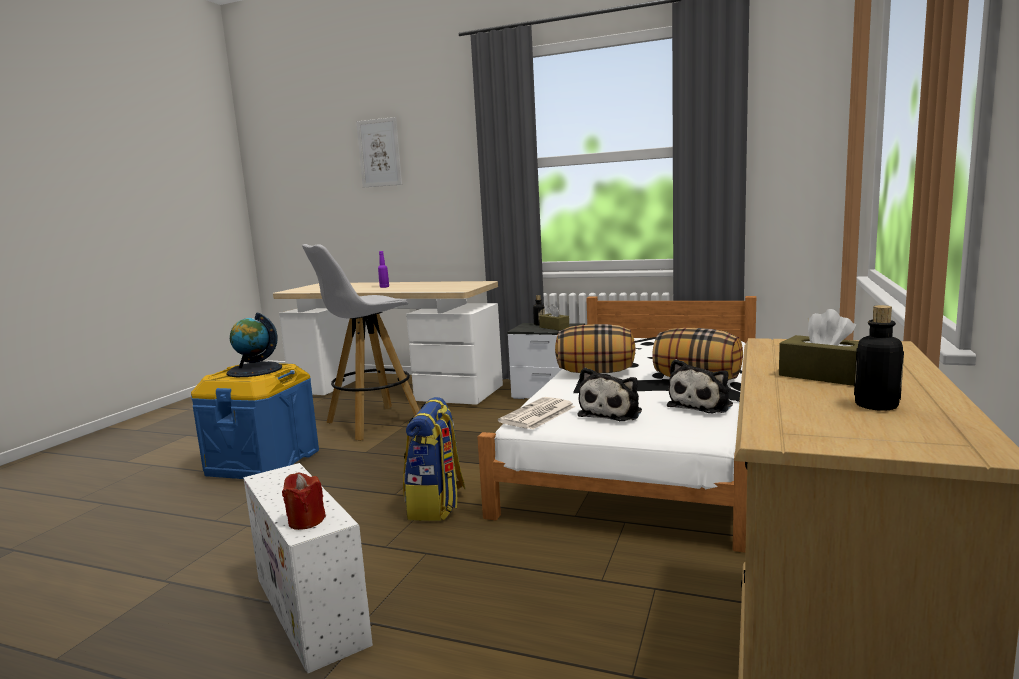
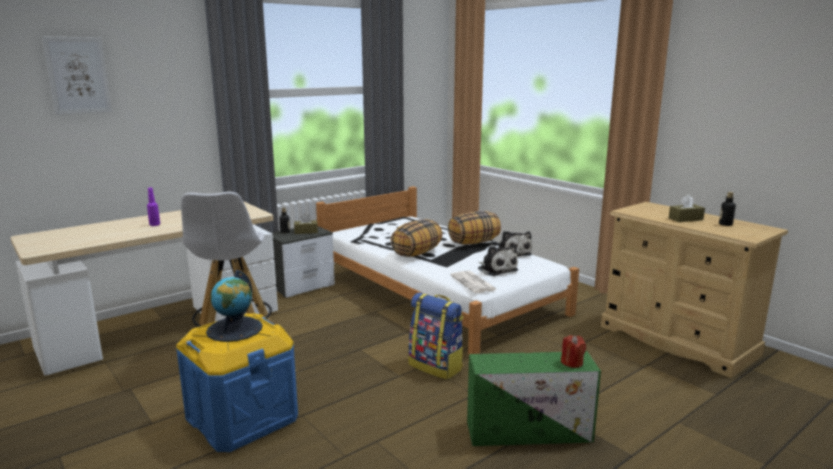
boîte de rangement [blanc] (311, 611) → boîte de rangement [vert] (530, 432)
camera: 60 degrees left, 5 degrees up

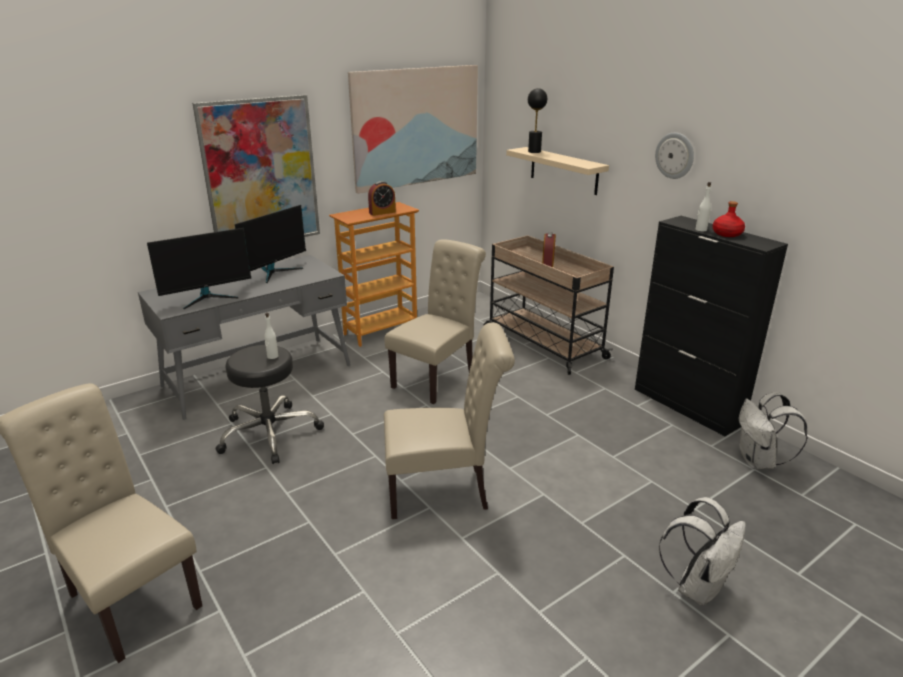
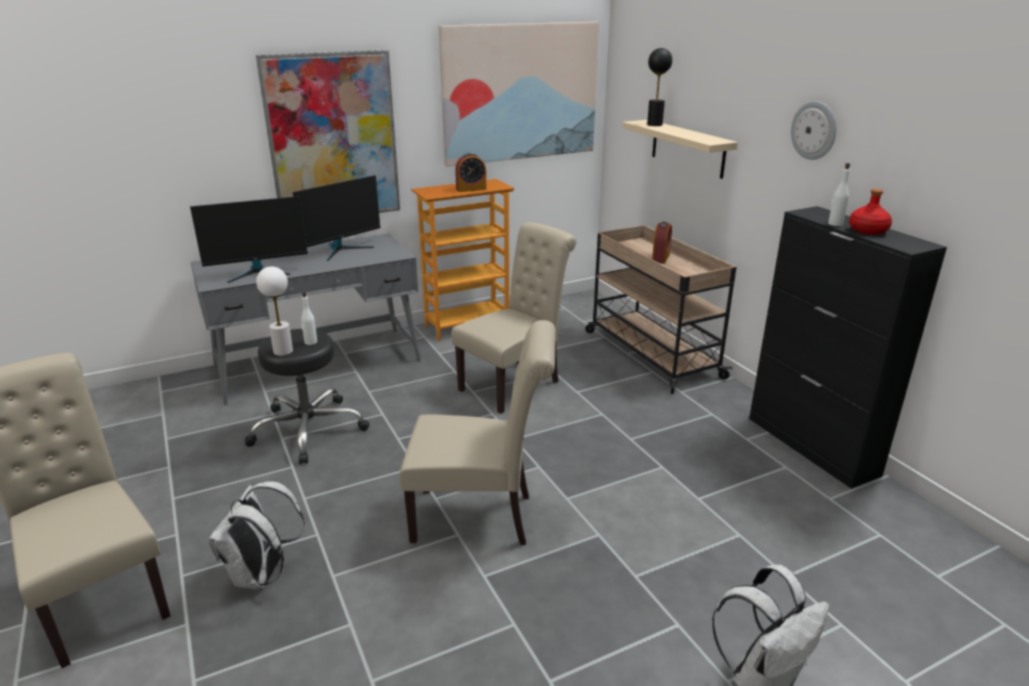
sac à dos [blanc] (759, 462) → sac à dos [blanc] (262, 575), moved
- → lampe de table [blanc] (283, 351)
camera: 10 degrees right, 0 degrees up

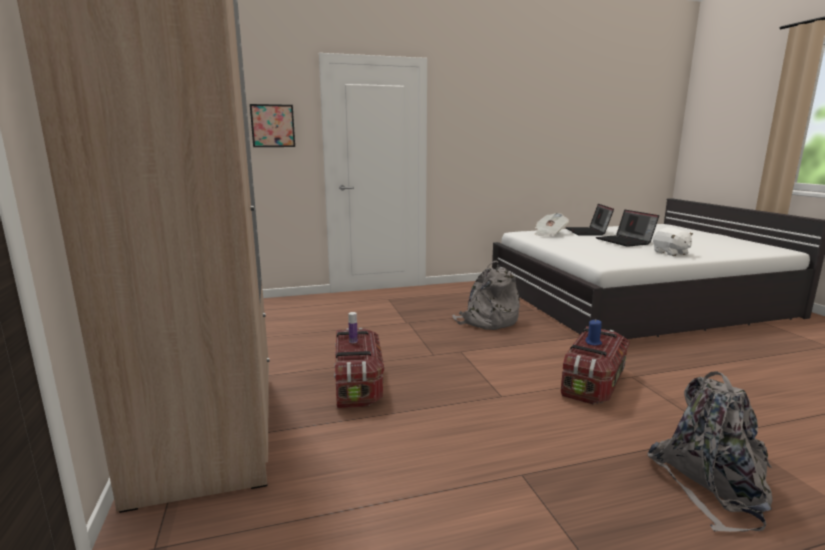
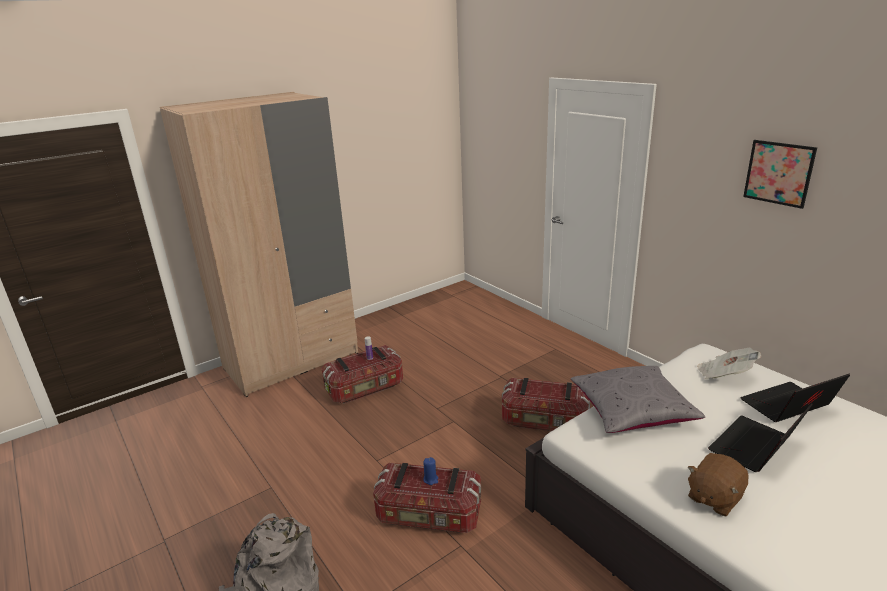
sac à dos [gris] (487, 321) → boîte de rangement (544, 421)
- → coussin [gris] (632, 411)
peluche [blanc] (670, 253) → peluche [marron] (714, 497)
tableau (272, 126) → tableau (778, 173), moved
camera: 70 degrees right, 10 degrees up

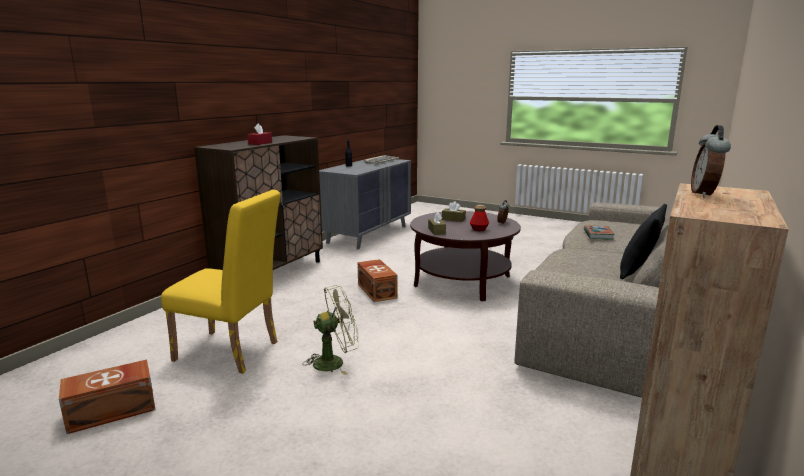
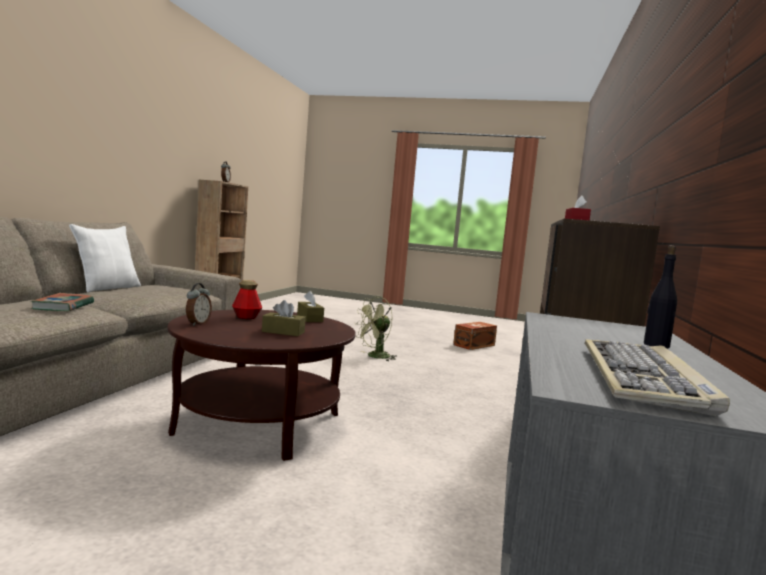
coussin [noir] (638, 271) → coussin [blanc] (107, 288)
chaise [jaune] (232, 352) → -
boîte de rangement [marron] (377, 290) → -
camera: 165 degrees right, 10 degrees down

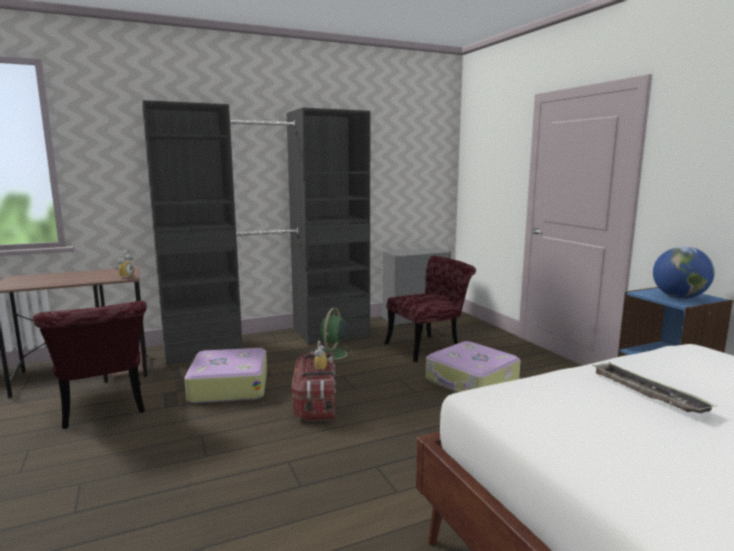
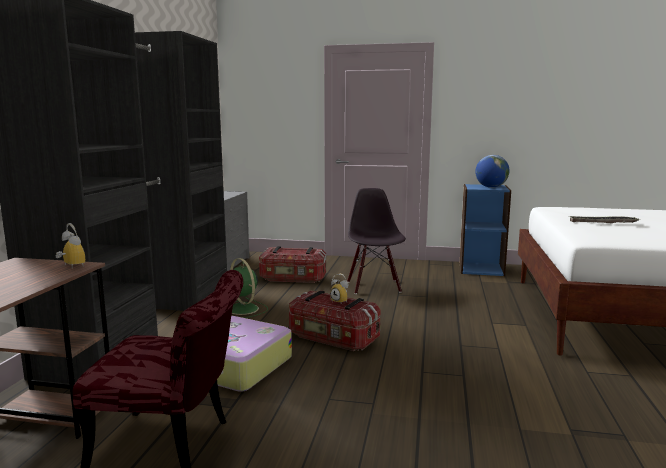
chaise [rouge] (429, 347) → boîte de rangement (293, 279)
valise (471, 381) → chaise [noir] (374, 287)
camera: 55 degrees left, 0 degrees up

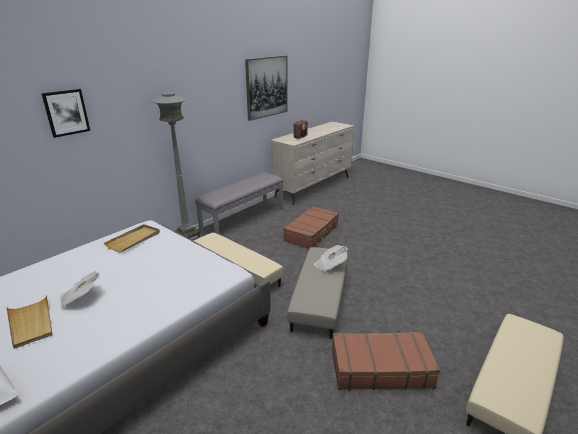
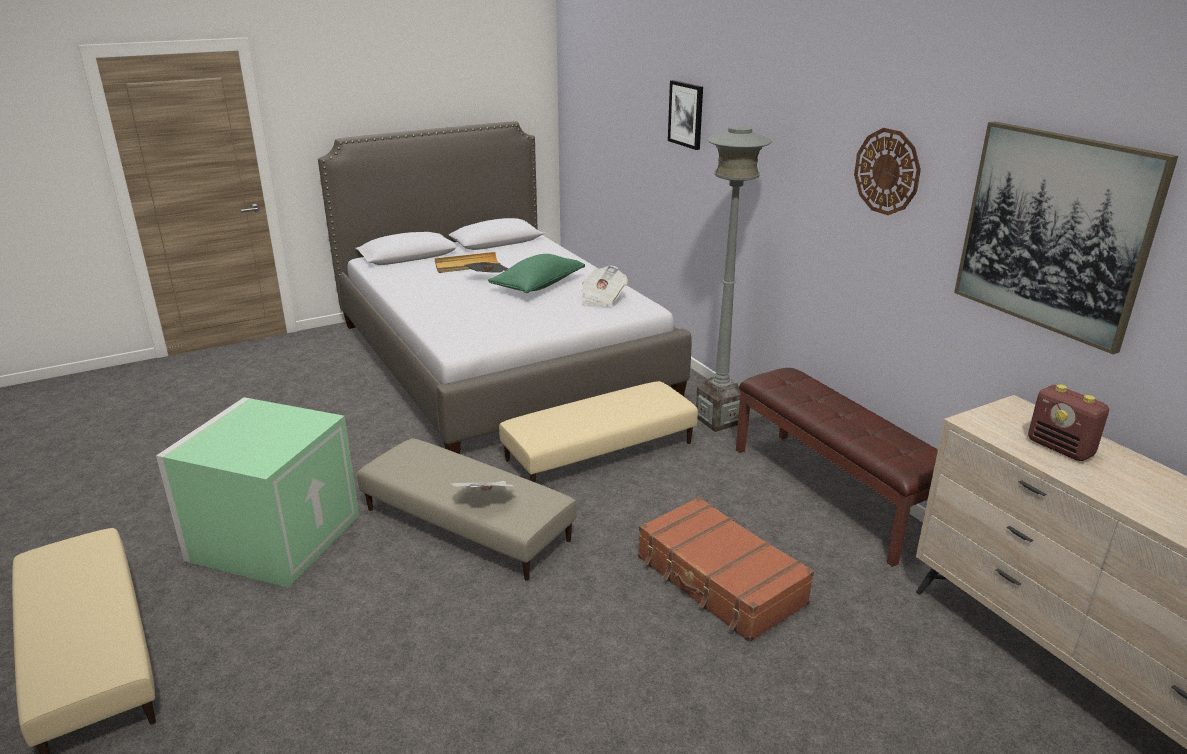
valise [marron] (380, 368) → boîte de rangement [vert] (274, 535)
- → coussin [vert] (538, 286)
plateau [beige] (134, 239) → journal (601, 299)
banc [gris] (243, 218) → banc [marron] (833, 493)
- → horloge murale (887, 171)
camera: 110 degrees right, 0 degrees up

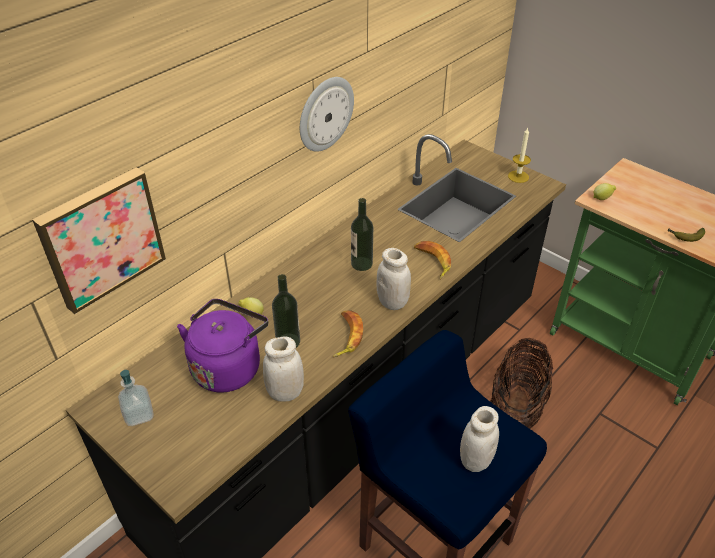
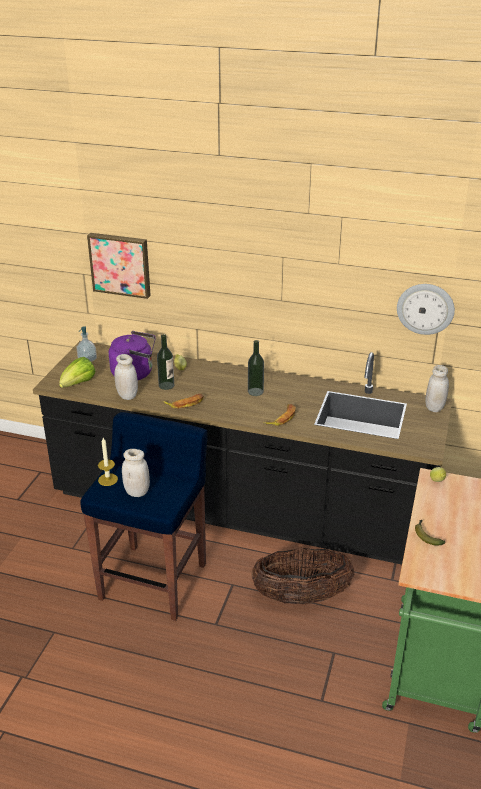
- → laitue (78, 384)
bougie (518, 176) → bougie (108, 479), moved
horloge murale (325, 113) → horloge murale (425, 308), moved
bocal [blanc] (392, 302) → bocal [blanc] (434, 407), moved
camera: 65 degrees right, 10 degrees down

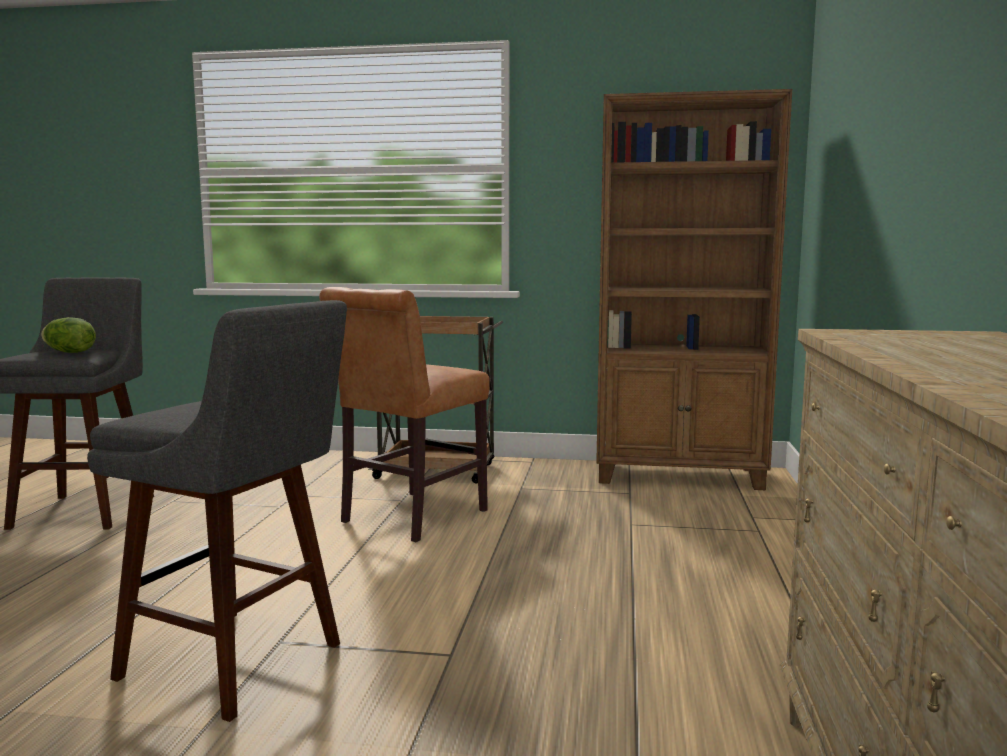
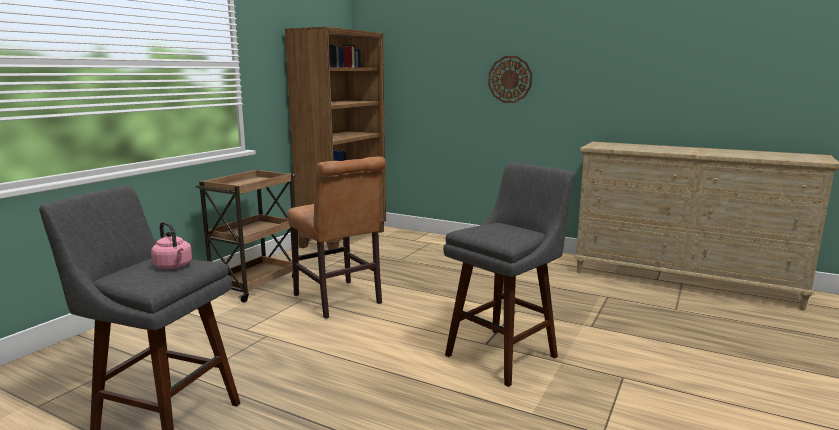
laitue (69, 352) → bouilloire [rose] (174, 266)
- → horloge murale (510, 79)
camera: 70 degrees left, 5 degrees up

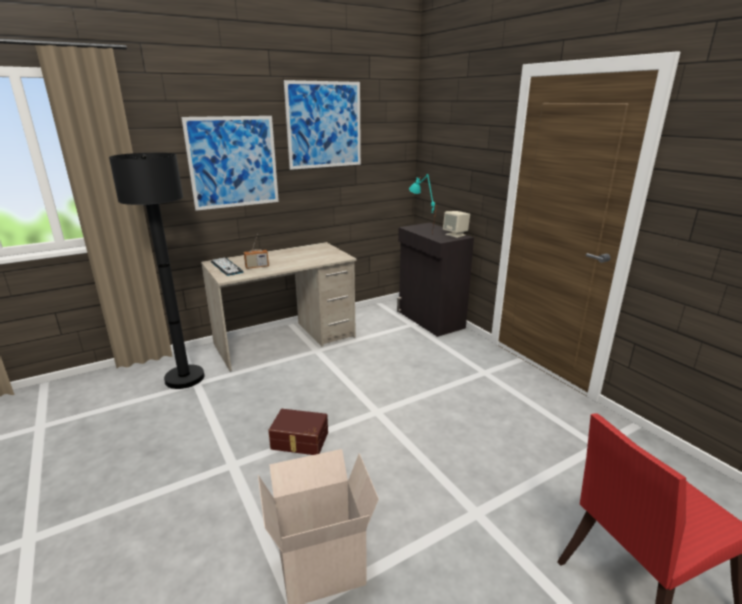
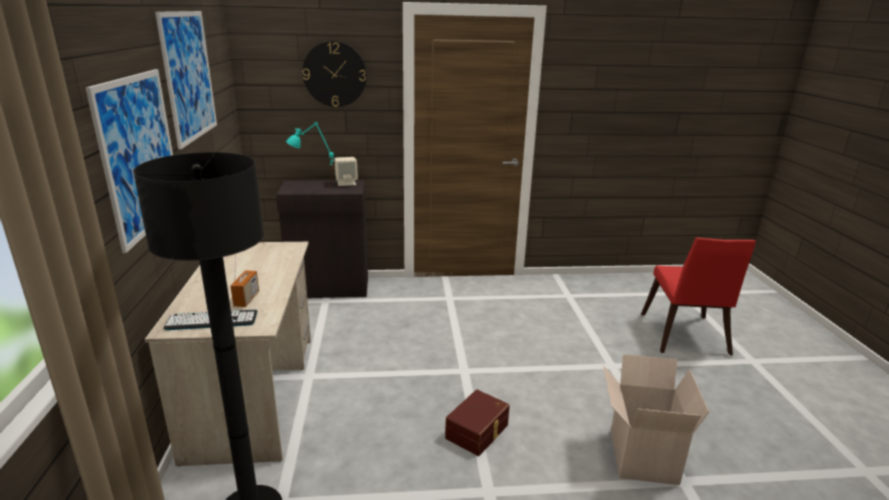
- → horloge murale (334, 74)
camera: 65 degrees left, 0 degrees up

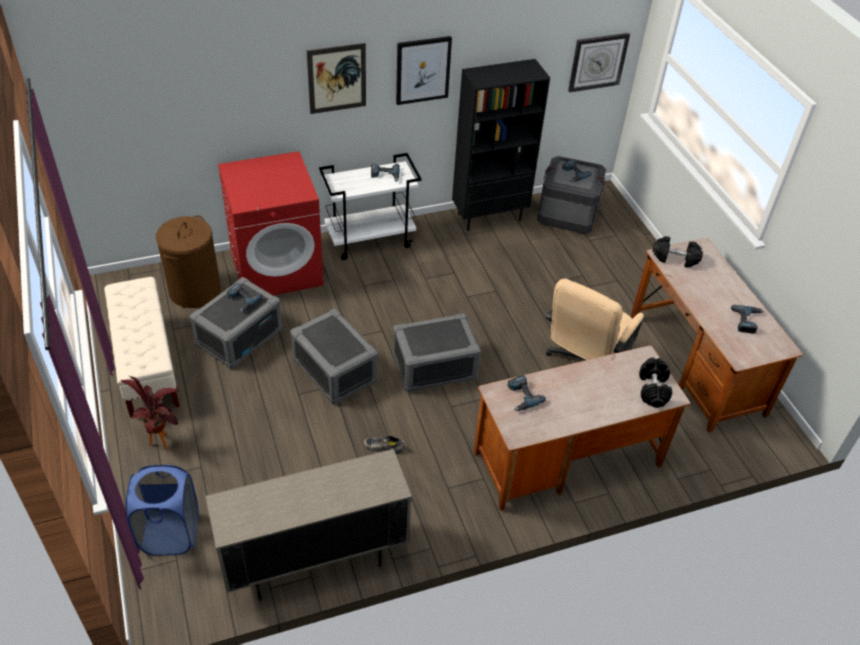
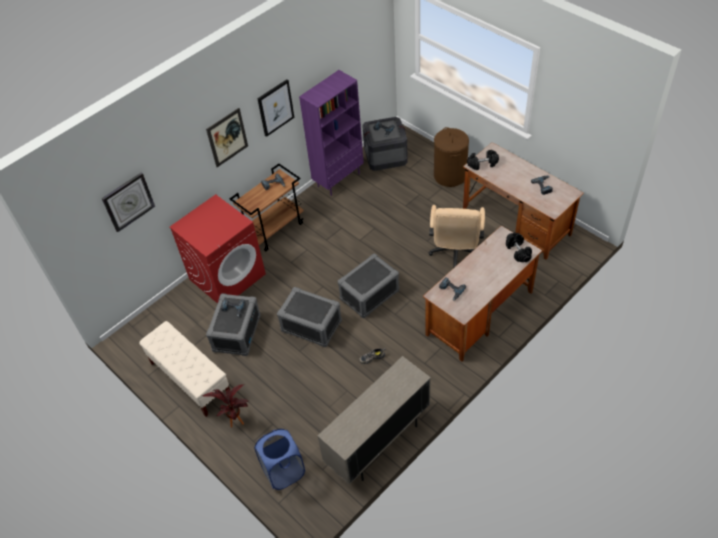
horloge murale (597, 62) → horloge murale (128, 201), moved
chariot [blanc] (370, 239) → chariot [marron] (274, 229)
bibliothèque [noir] (489, 216) → bibliothèque [violet] (338, 179)
panier à linge [marron] (194, 290) → panier à linge [marron] (449, 175), moved
camera: 20 degrees left, 5 degrees up

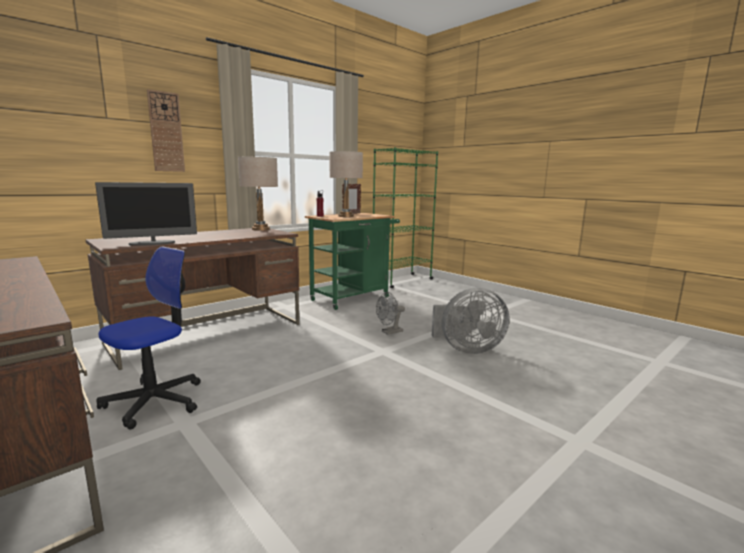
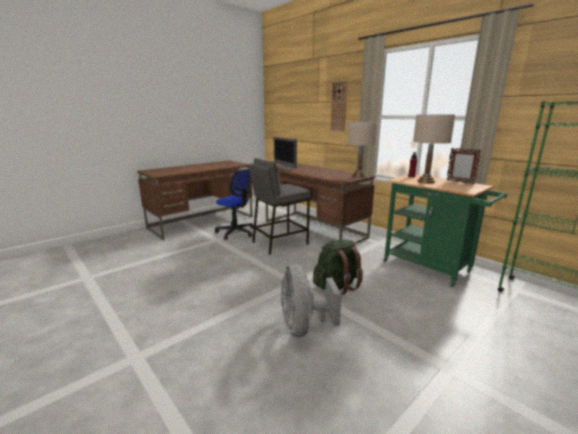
- → tabouret [gris] (279, 243)
ventilateur [gris] (389, 332) → sac à dos [vert] (337, 286)
camera: 90 degrees right, 5 degrees up

